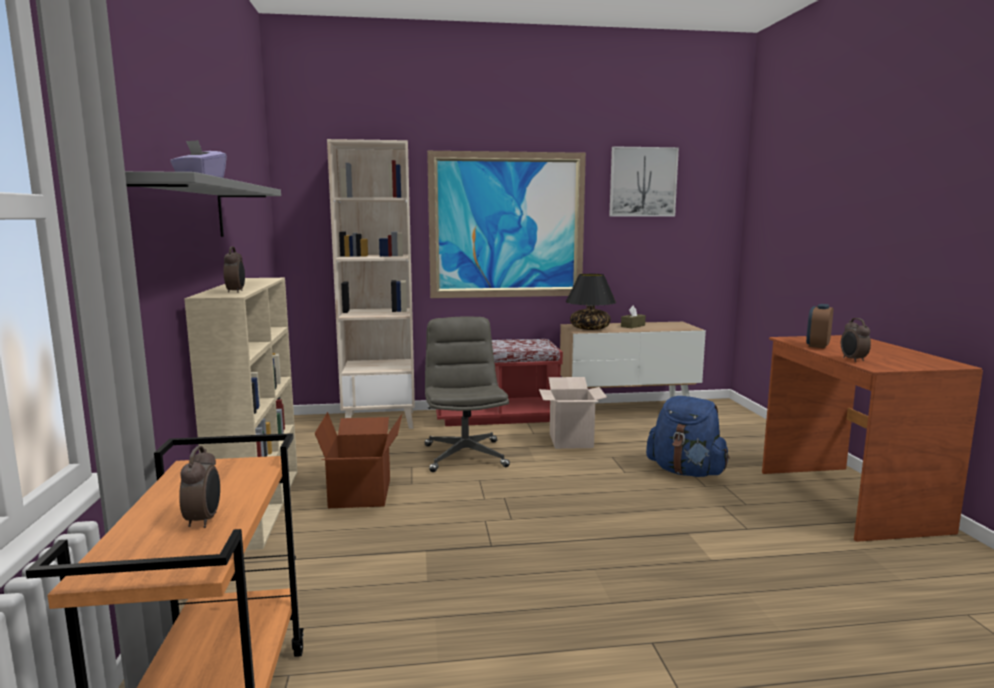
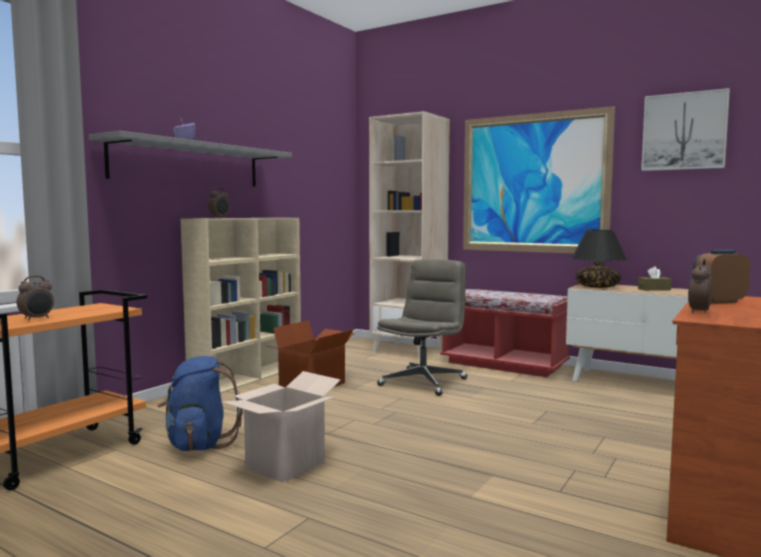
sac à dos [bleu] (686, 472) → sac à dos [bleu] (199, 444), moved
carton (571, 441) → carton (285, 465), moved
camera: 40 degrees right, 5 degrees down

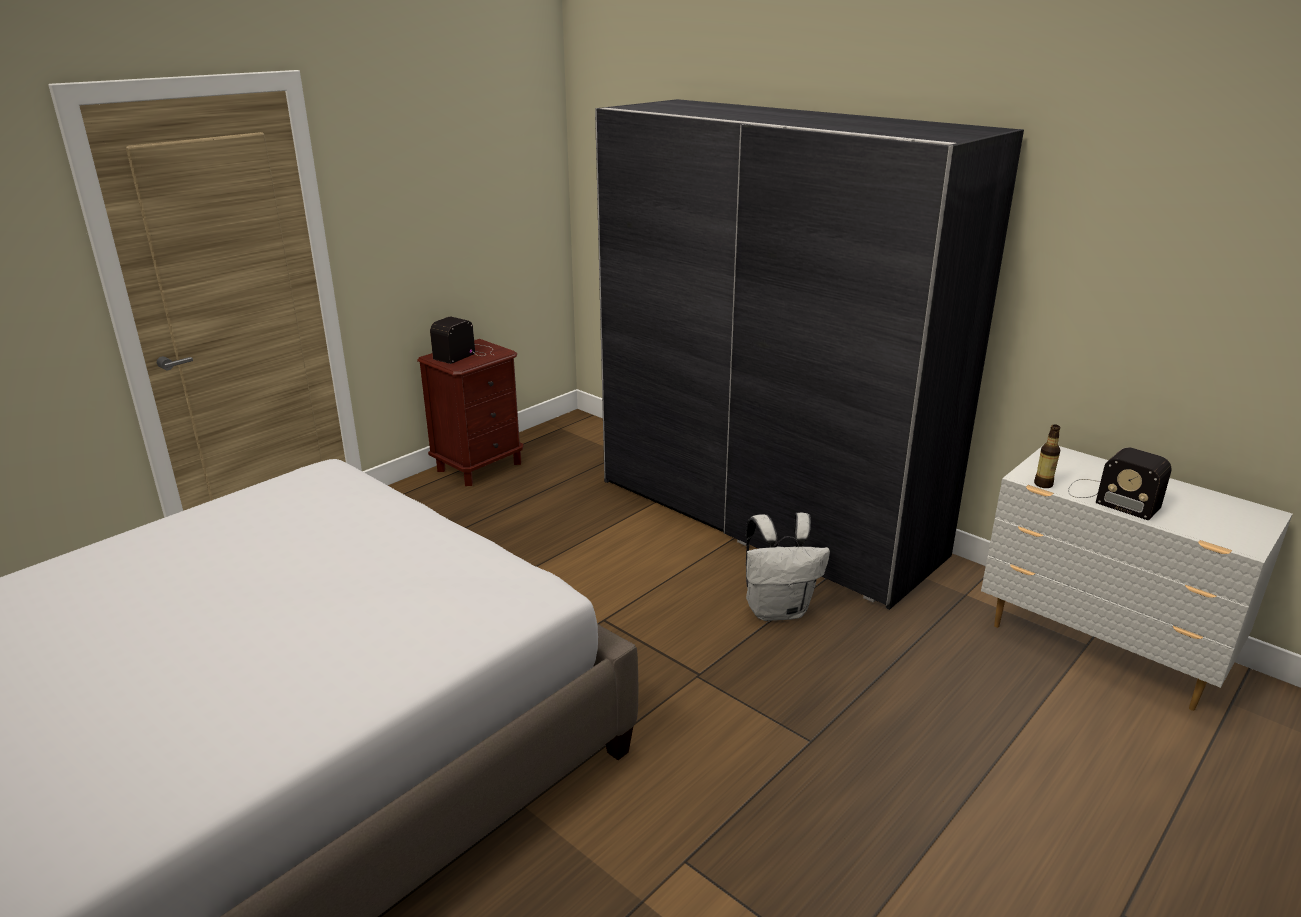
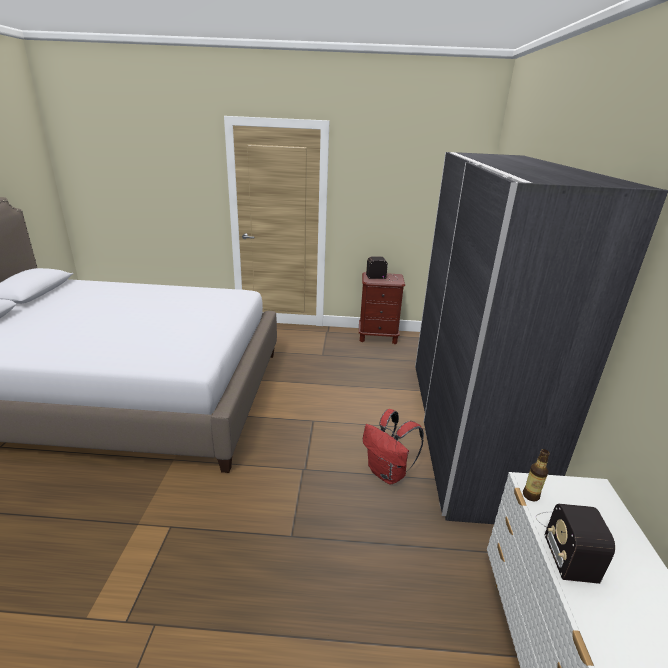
sac à dos [blanc] (778, 610) → sac à dos [rouge] (388, 473)
camera: 50 degrees right, 0 degrees up

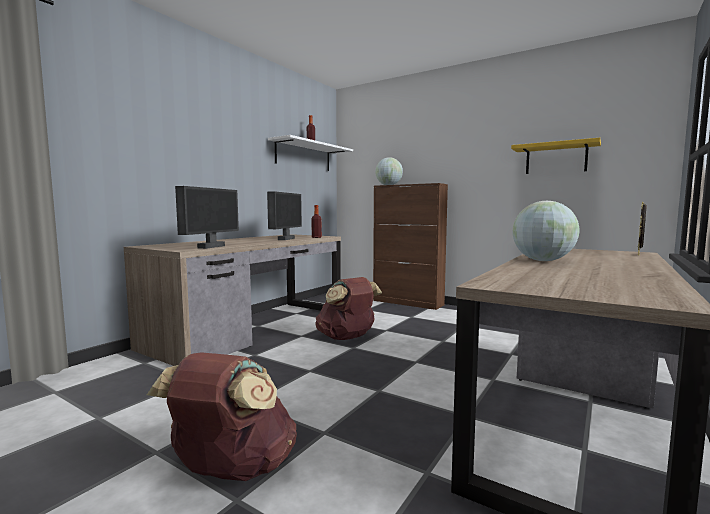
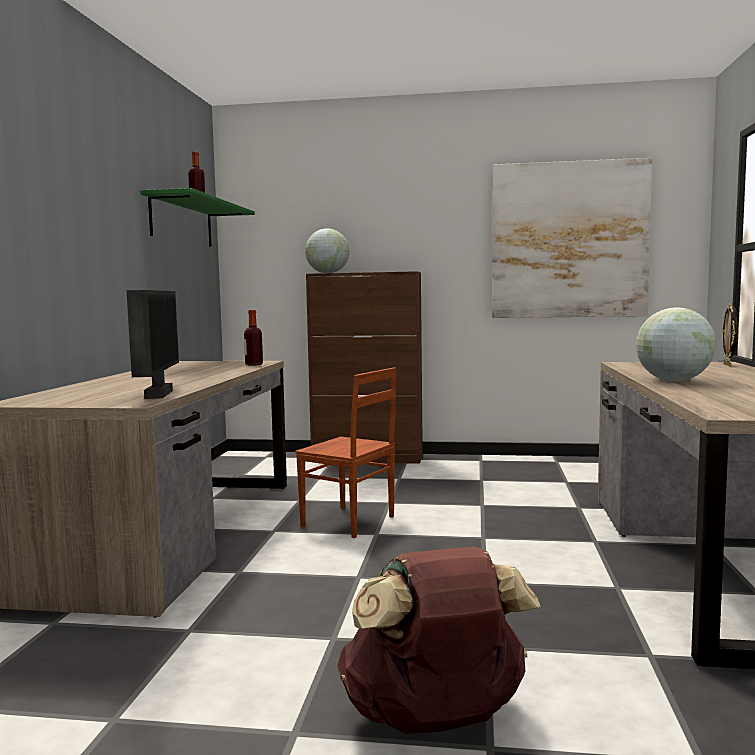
étagère [blanc] (303, 156) → étagère [vert] (182, 222)
sac à dos [marron] (347, 338) → chaise [marron] (348, 522)
étagère [jaune] (556, 159) → tableau (569, 240)
écran d'ordinateur (285, 239) → -
camera: 25 degrees left, 0 degrees up

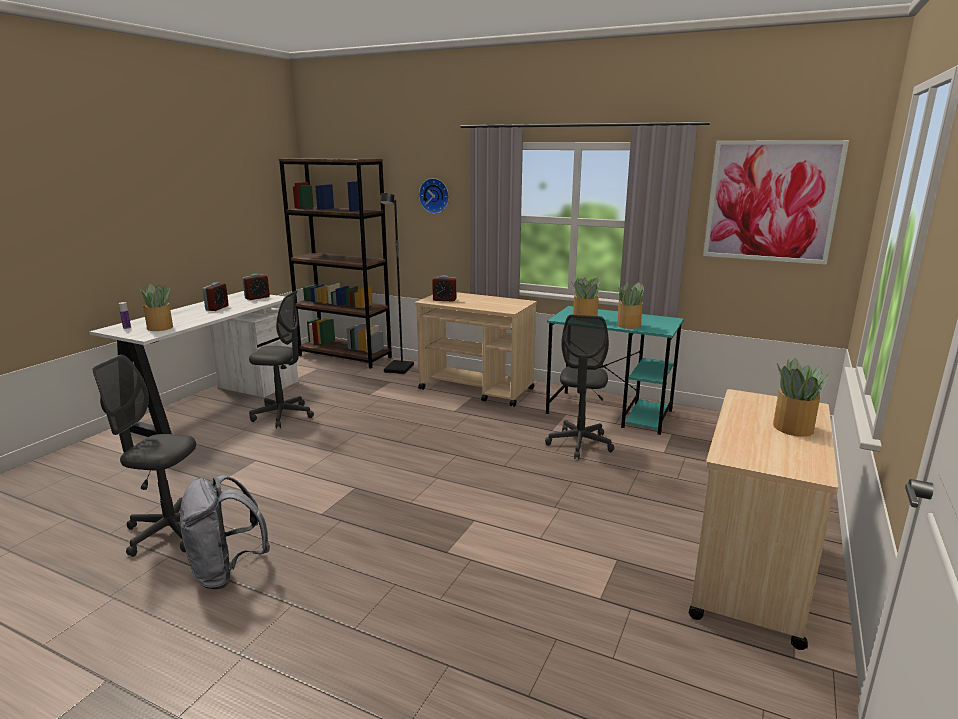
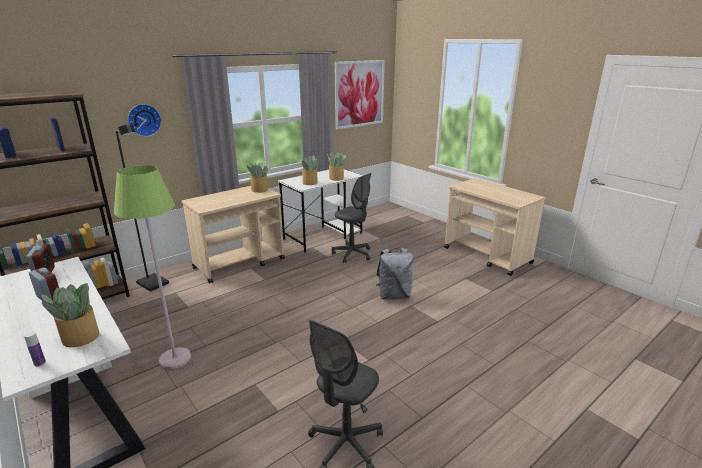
chaise de bureau [gris] (283, 415) → lampadaire [vert] (175, 359)
plante en pot (793, 428) → plante en pot (259, 190), moved
bureau [turquoise] (610, 412) → bureau [blanc] (323, 235)
sac à dos [gris] (227, 572) → sac à dos [gris] (394, 295), moved
réveil (444, 300) → -
camera: 65 degrees left, 5 degrees up

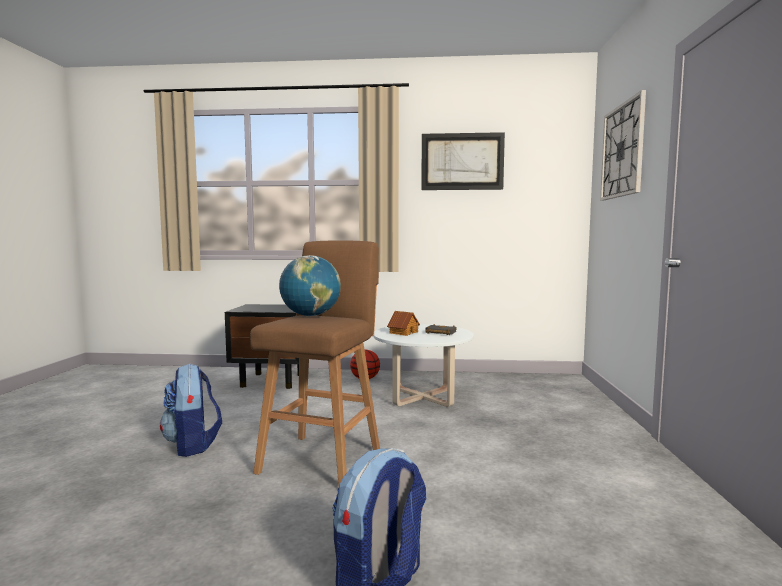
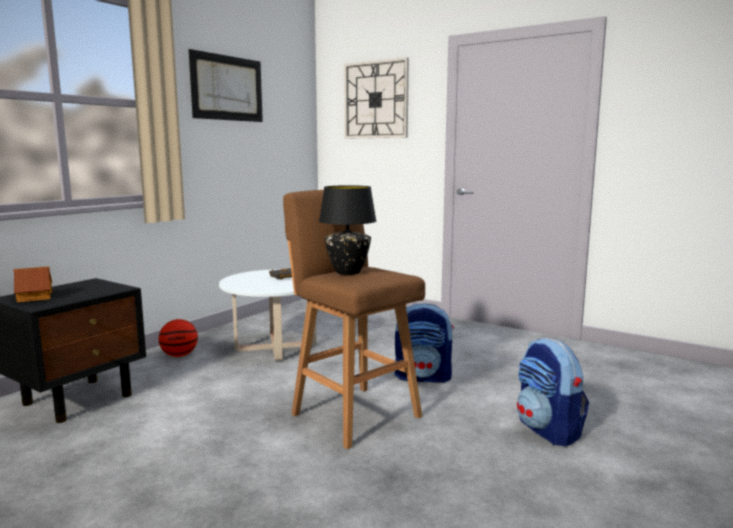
maison miniature (403, 332) → maison miniature (34, 297), moved
globe (310, 316) → lampe de table [noir] (347, 272)
sac à dos (193, 445) → sac à dos (423, 377), moved
camera: 60 degrees left, 5 degrees up

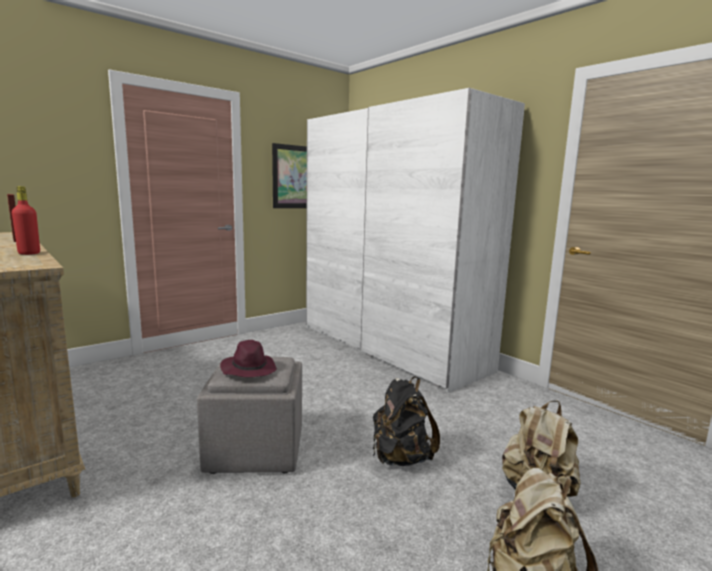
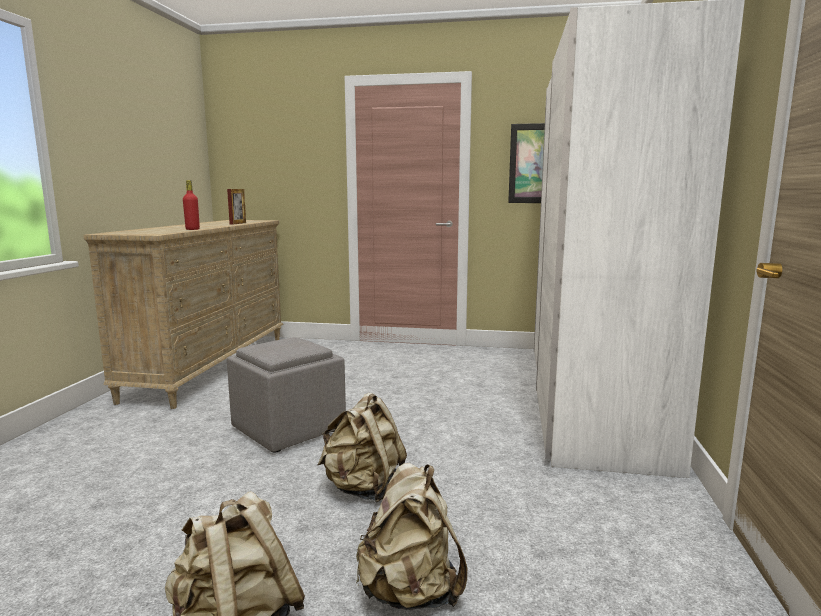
sac à dos [noir] (400, 458) → sac à dos [beige] (364, 488)
chapeau [violet] (248, 369) → -
camera: 50 degrees right, 0 degrees up

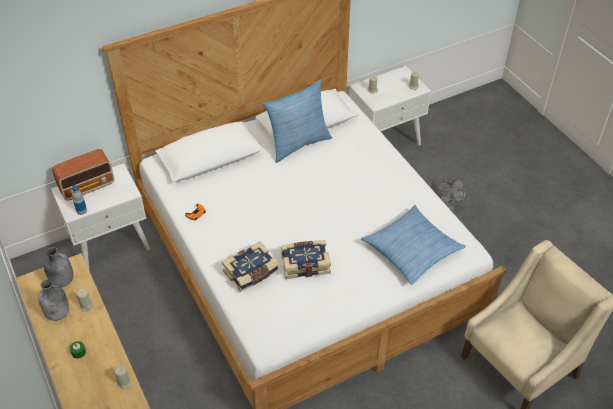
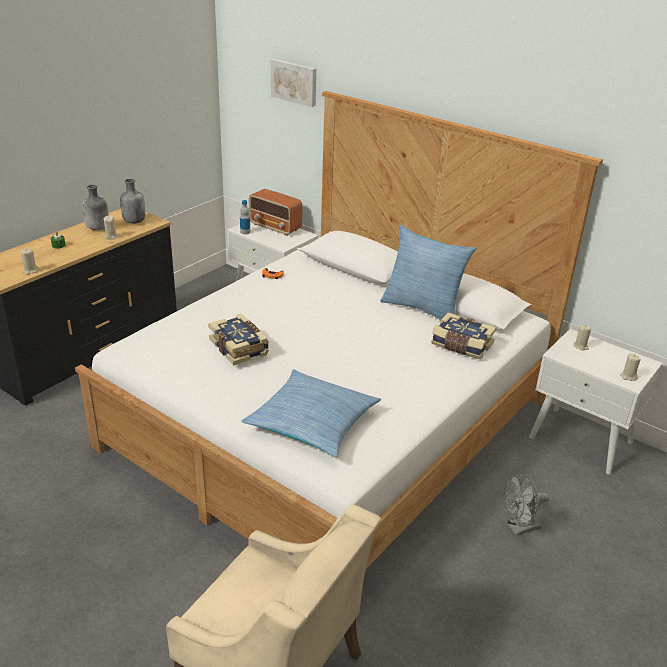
- → tableau (294, 82)
livre (251, 273) → livre (461, 345), moved
camera: 65 degrees right, 15 degrees down

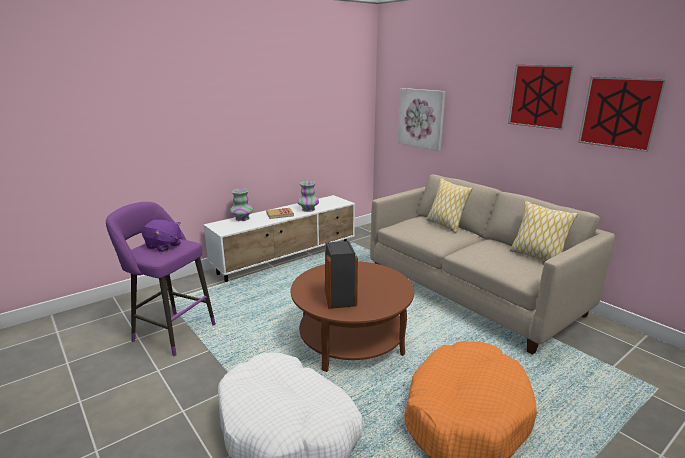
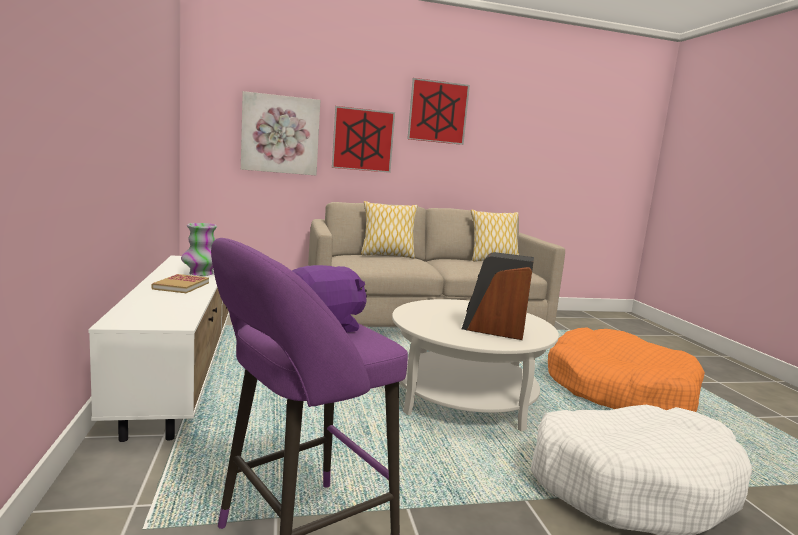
tableau (619, 113) → tableau (363, 140), moved
table basse [marron] (351, 339) → table basse [blanc] (465, 397)
vase (242, 219) → -
camera: 65 degrees left, 10 degrees down

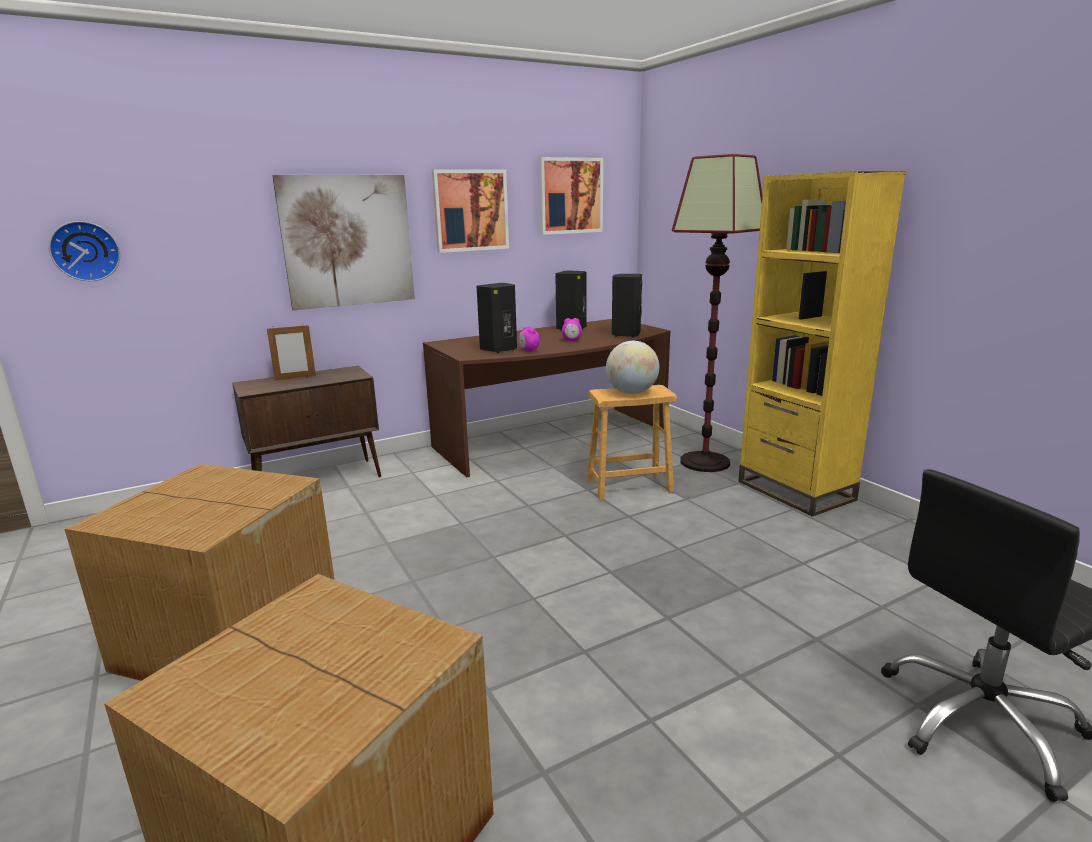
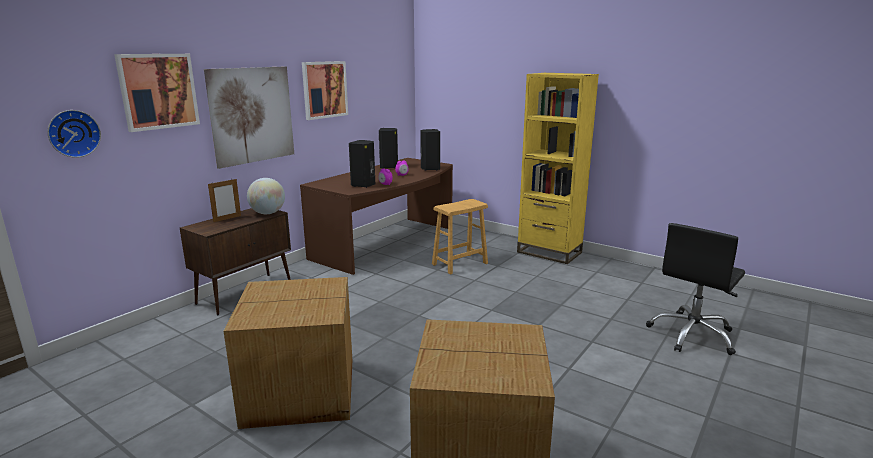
tableau (570, 196) → tableau (158, 91), moved
globe (631, 393) → globe (267, 213), moved
lampadaire (705, 462) → -
camera: 25 degrees left, 0 degrees up

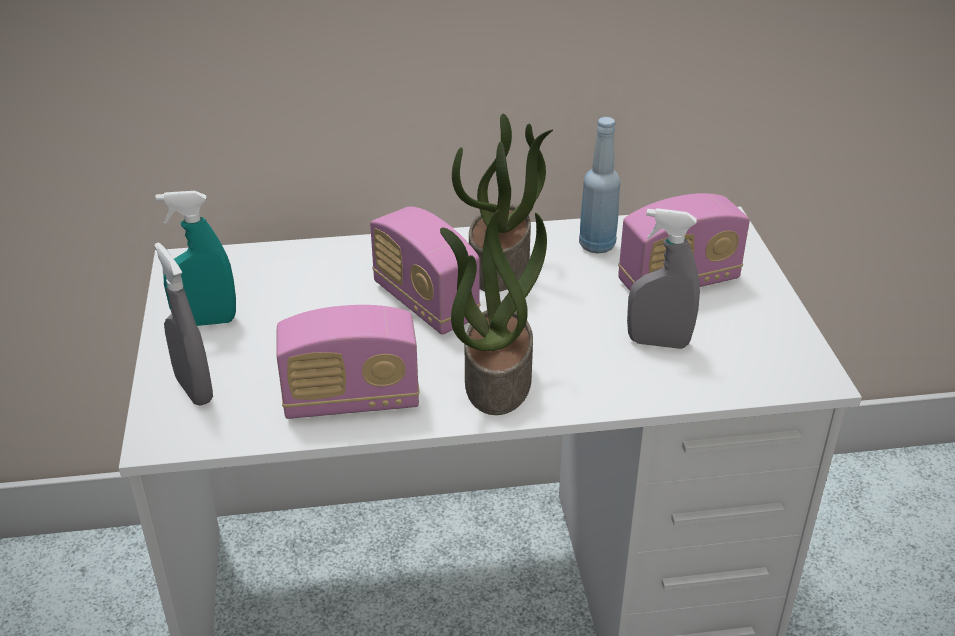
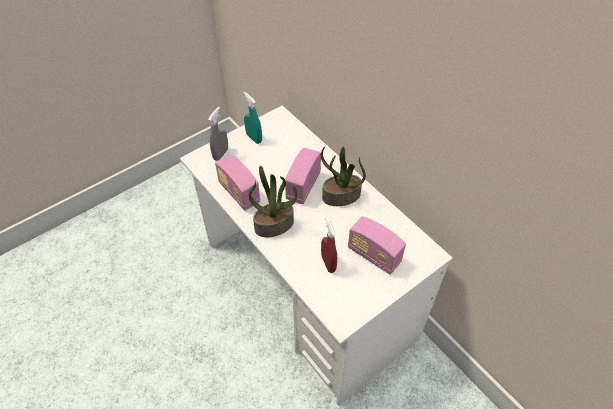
vaporisateur [gris] (658, 342) → vaporisateur [rouge] (328, 263)
bouteille [bleu] (597, 245) → -
camera: 60 degrees right, 15 degrees up

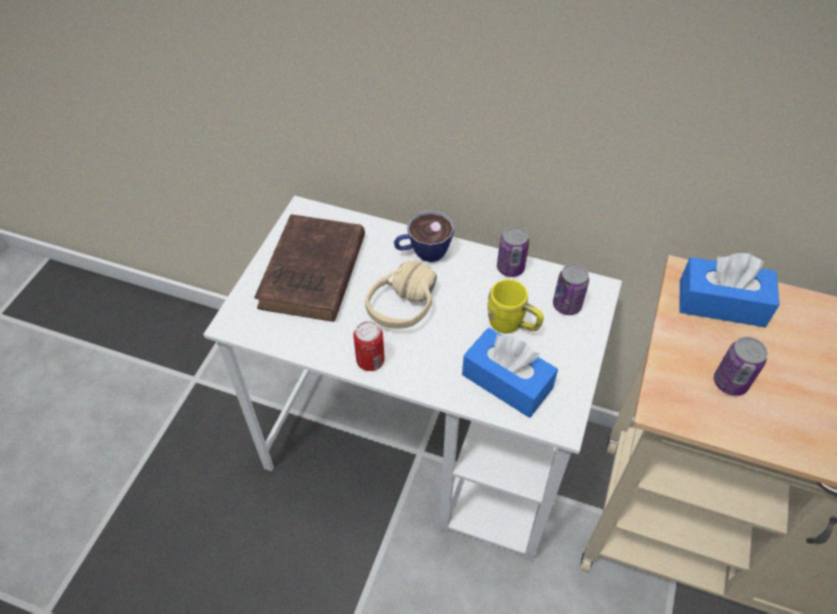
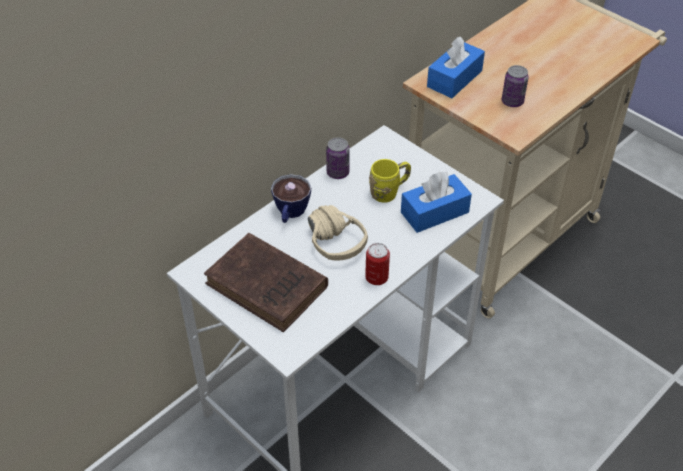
boîte métallique (567, 305) → -
camera: 65 degrees left, 5 degrees down

